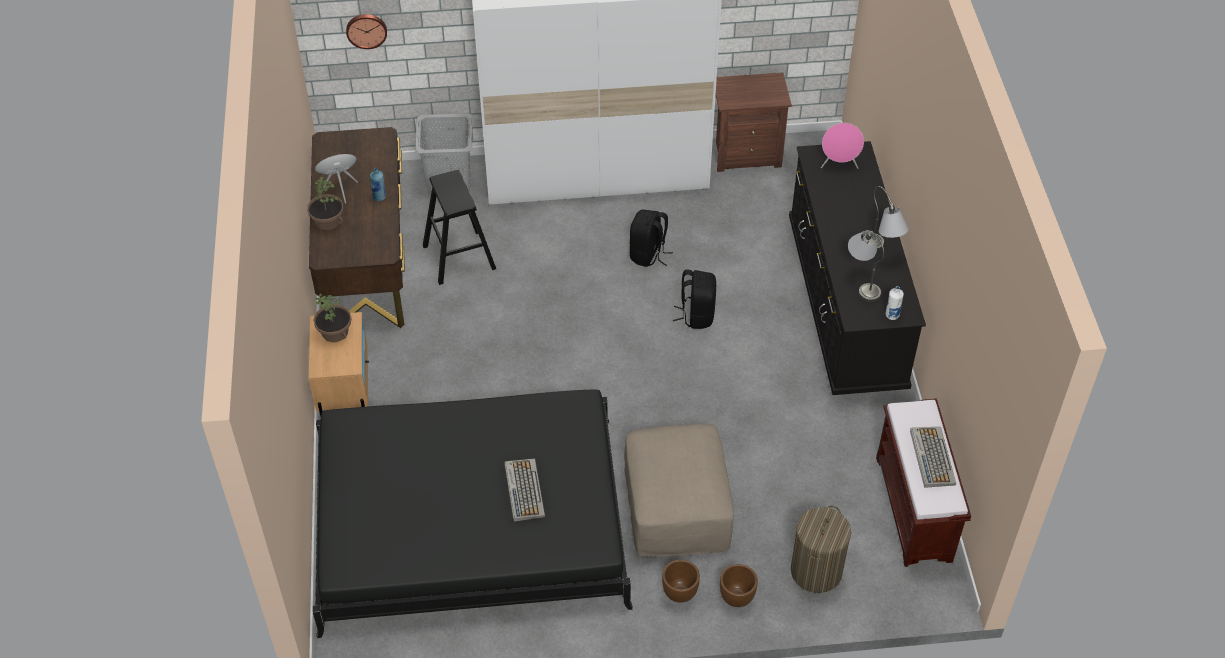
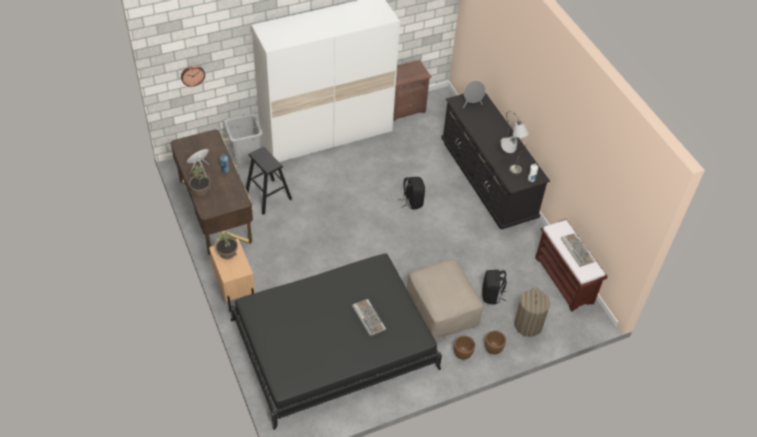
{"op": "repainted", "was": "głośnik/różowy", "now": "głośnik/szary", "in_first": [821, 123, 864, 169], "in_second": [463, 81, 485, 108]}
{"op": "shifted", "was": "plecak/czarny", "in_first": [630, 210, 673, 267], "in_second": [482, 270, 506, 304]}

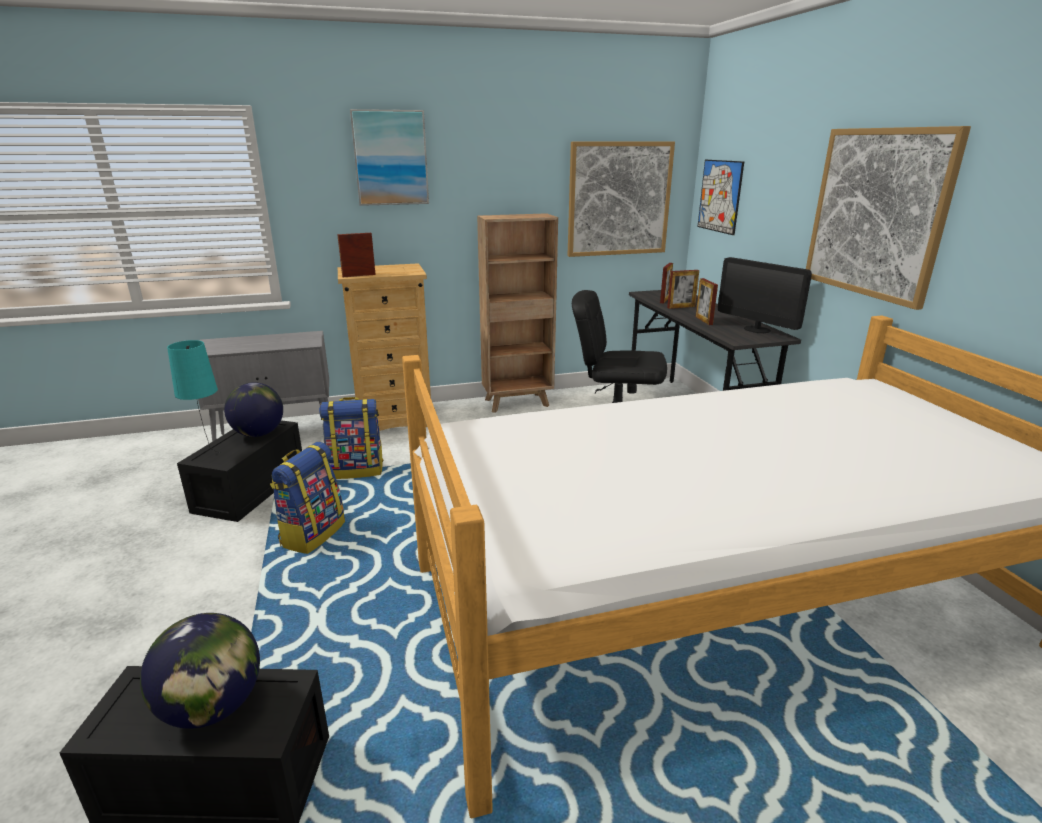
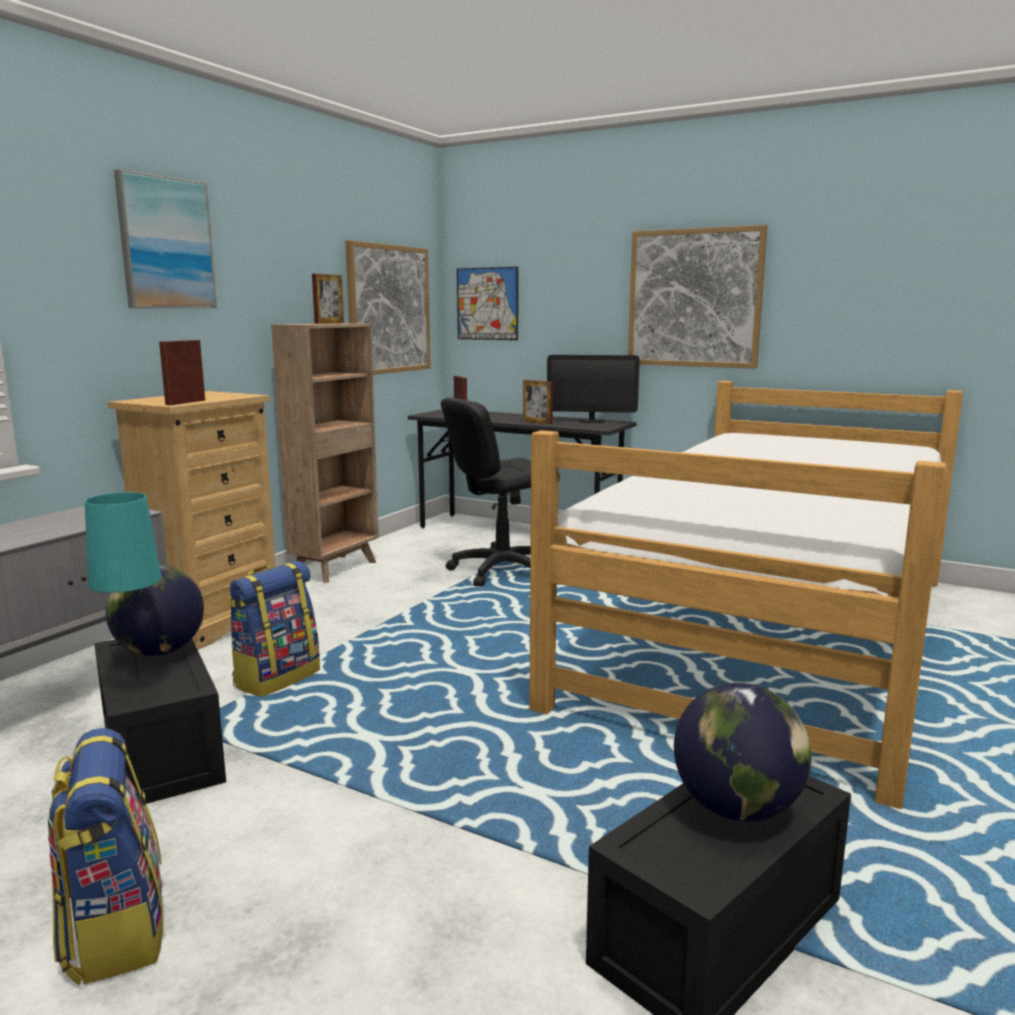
{"op": "shifted", "was": "ramka na zdjęcie", "in_first": [667, 270, 699, 309], "in_second": [312, 274, 344, 324]}
{"op": "shifted", "was": "plecak", "in_first": [270, 442, 345, 554], "in_second": [47, 728, 163, 986]}

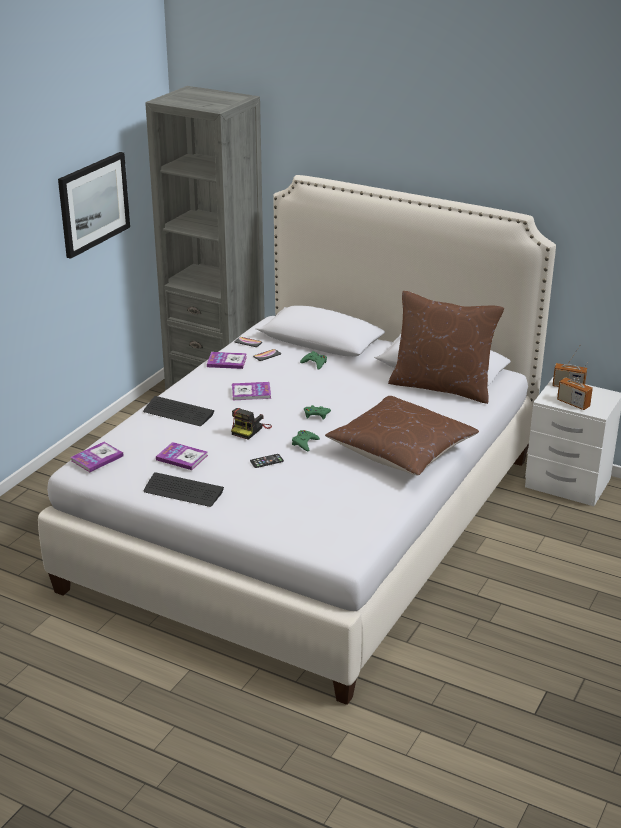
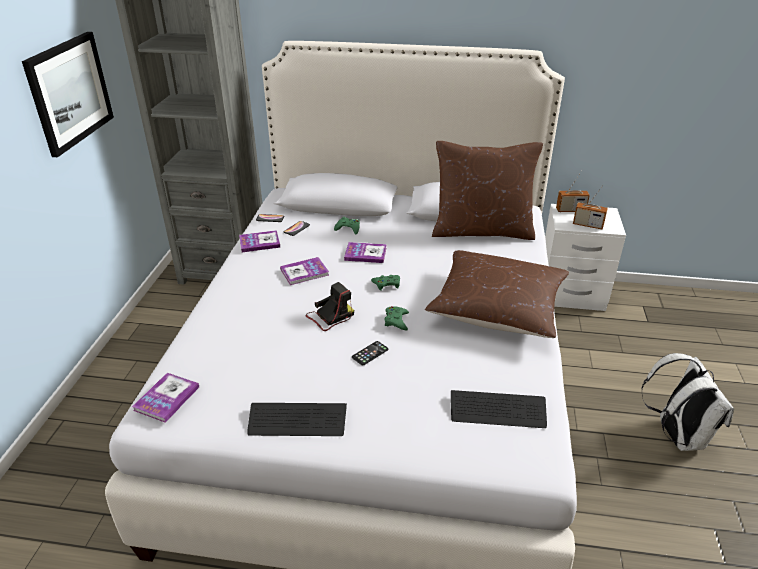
{"op": "shifted", "was": "klawiatura", "in_first": [143, 396, 215, 426], "in_second": [451, 390, 547, 428]}
{"op": "rotated", "was": "aparat fotograficzny", "in_first": [231, 408, 272, 440], "in_second": [306, 282, 354, 331], "clockwise": -135}
{"op": "shifted", "was": "książka", "in_first": [156, 442, 208, 470], "in_second": [344, 242, 387, 263]}
{"op": "new", "now": "plecak/biały", "in_second": [641, 353, 734, 451]}

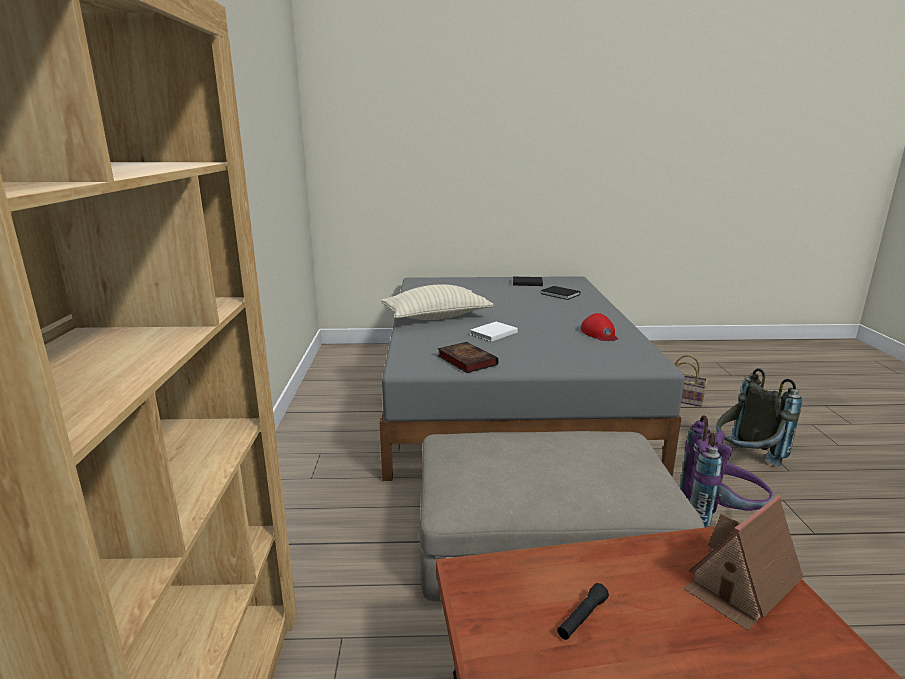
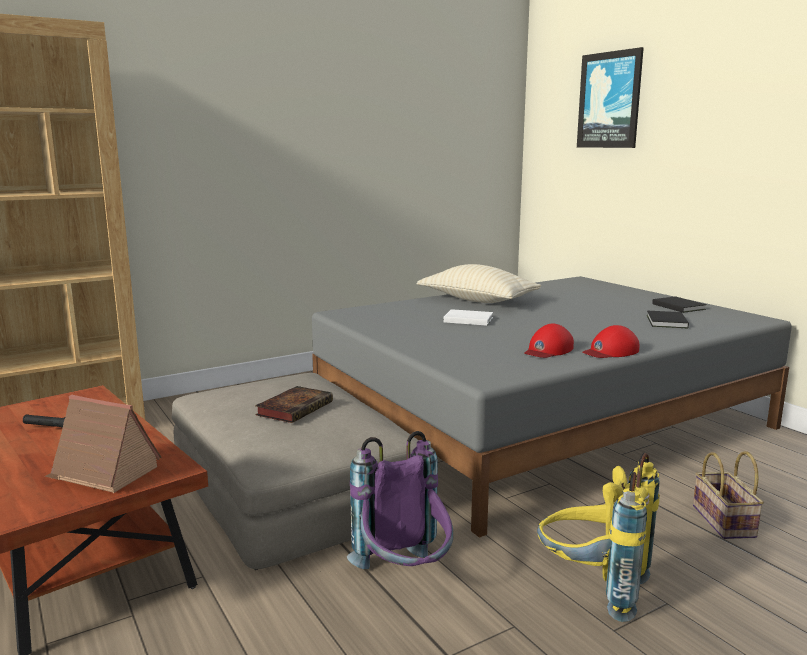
{"op": "shifted", "was": "książka", "in_first": [437, 342, 498, 373], "in_second": [255, 386, 333, 423]}
{"op": "repainted", "was": "plecak/szary", "now": "plecak/żółty", "in_first": [716, 368, 802, 467], "in_second": [537, 453, 660, 622]}
{"op": "new", "now": "obraz", "in_second": [577, 47, 644, 148]}
{"op": "new", "now": "czapka z daszkiem/czerwony", "in_second": [583, 325, 639, 358]}

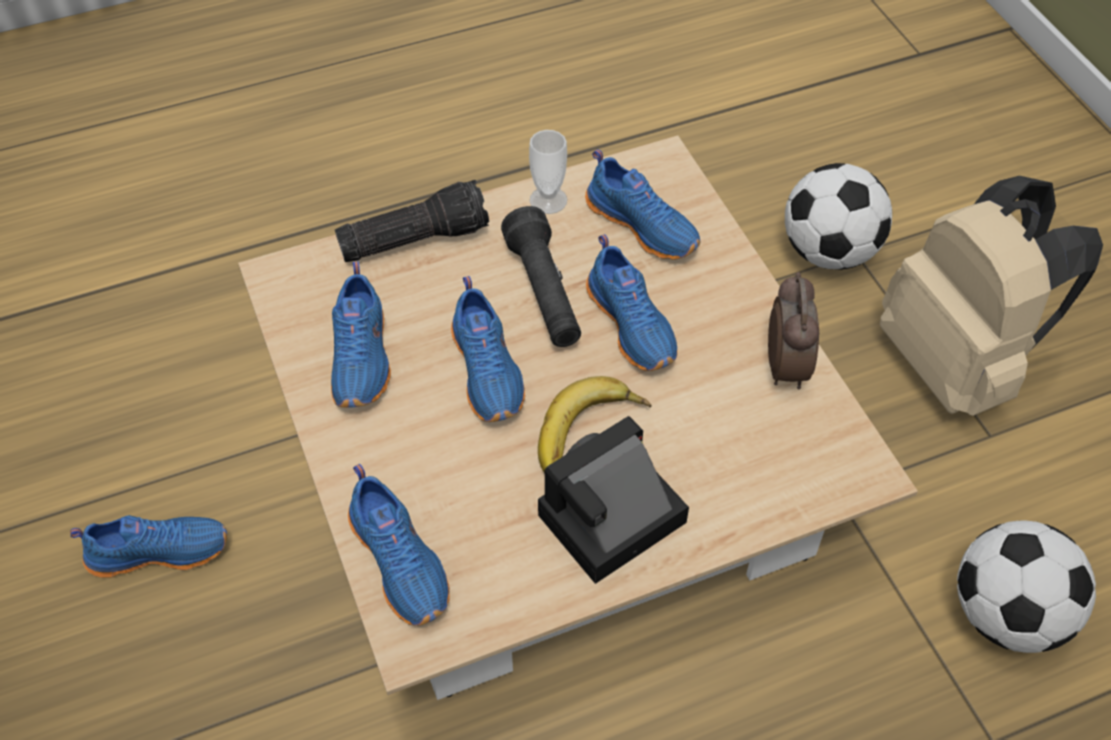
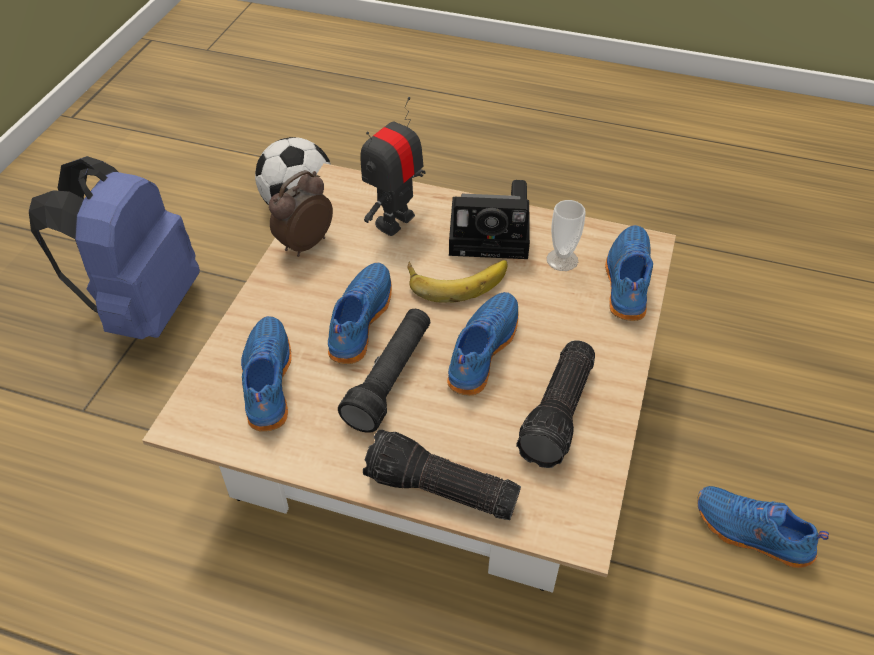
{"op": "shifted", "was": "filiżanka", "in_first": [529, 130, 567, 214], "in_second": [547, 200, 586, 271]}
{"op": "gone", "was": "piłka futbolowa", "in_first": [785, 163, 892, 270]}
{"op": "repainted", "was": "plecak/beżowy", "now": "plecak/niebieski", "in_first": [880, 176, 1103, 416], "in_second": [29, 156, 200, 339]}
{"op": "swapped", "was": "but/niebieski", "now": "latarka", "in_first": [331, 261, 391, 408], "in_second": [516, 340, 595, 468]}
{"op": "new", "now": "robot zabawkowy", "in_second": [360, 97, 426, 236]}

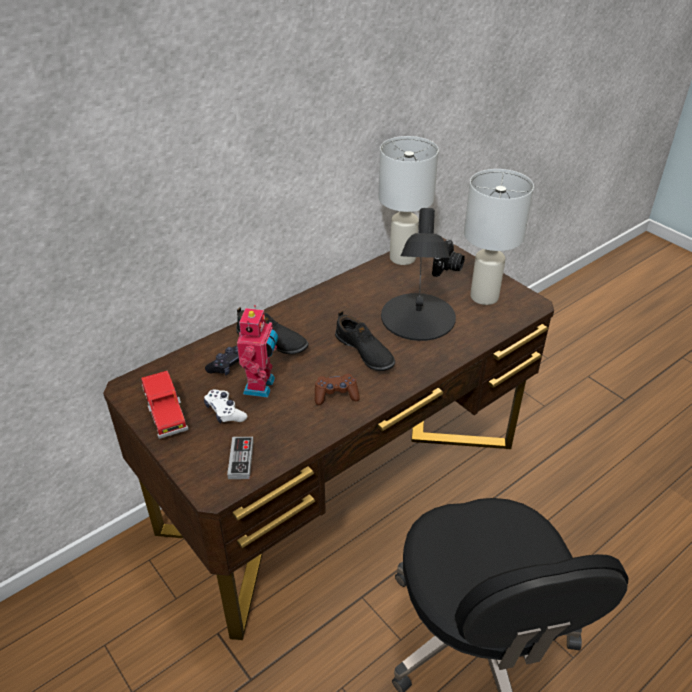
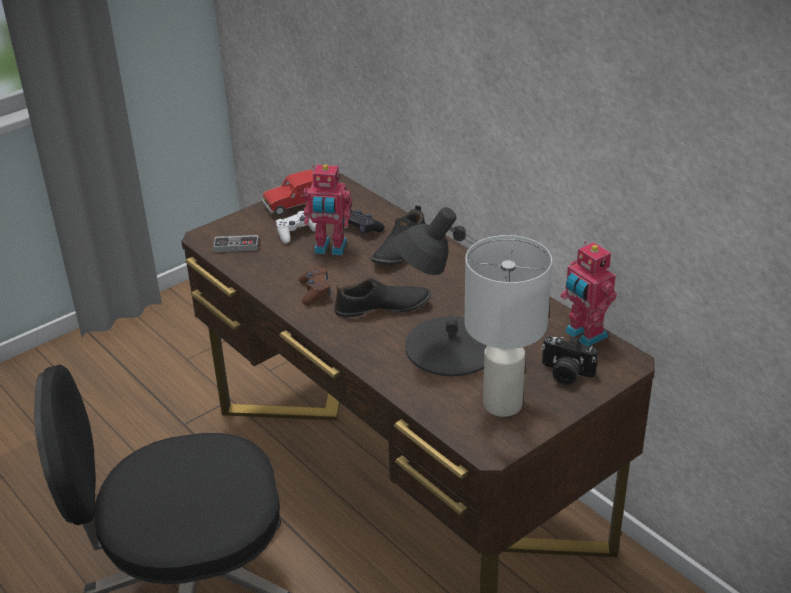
{"op": "swapped", "was": "lampa stołowa/biały", "now": "robot zabawkowy", "in_first": [379, 136, 439, 265], "in_second": [560, 241, 617, 346]}
{"op": "rotated", "was": "but/czarny", "in_first": [335, 311, 395, 371], "in_second": [334, 278, 431, 317], "clockwise": -150}

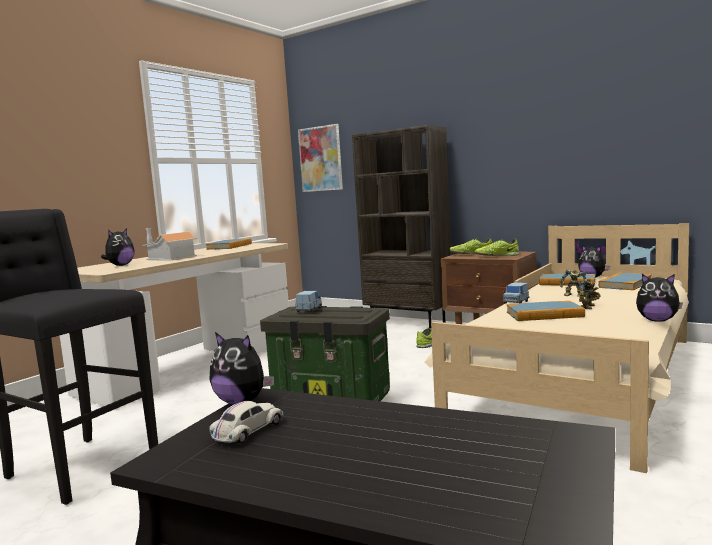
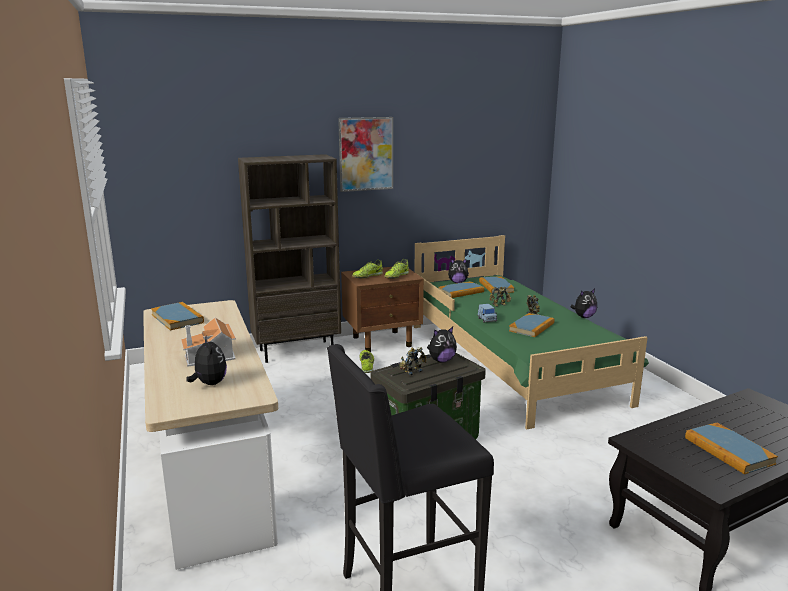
{"op": "shifted", "was": "obraz", "in_first": [298, 124, 343, 192], "in_second": [338, 117, 393, 192]}
{"op": "repainted", "was": "łóżko/beżowy", "now": "łóżko/zielony", "in_first": [425, 223, 689, 473], "in_second": [414, 235, 649, 429]}
{"op": "swapped", "was": "samochodzik/niebieski", "now": "robot zabawkowy", "in_first": [295, 291, 322, 312], "in_second": [399, 347, 427, 375]}
{"op": "shifted", "was": "pluszak", "in_first": [210, 332, 274, 405], "in_second": [427, 327, 457, 363]}
{"op": "gone", "was": "samochodzik/biały", "in_first": [209, 401, 284, 444]}
{"op": "new", "now": "książka", "in_second": [685, 423, 778, 474]}

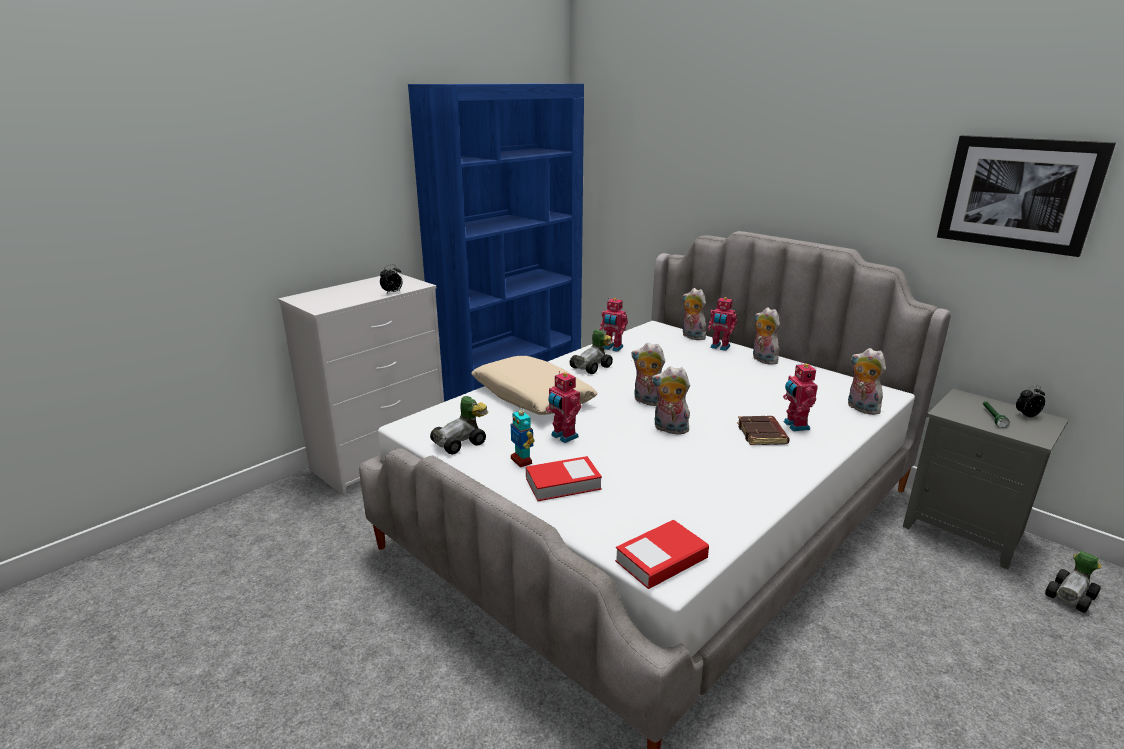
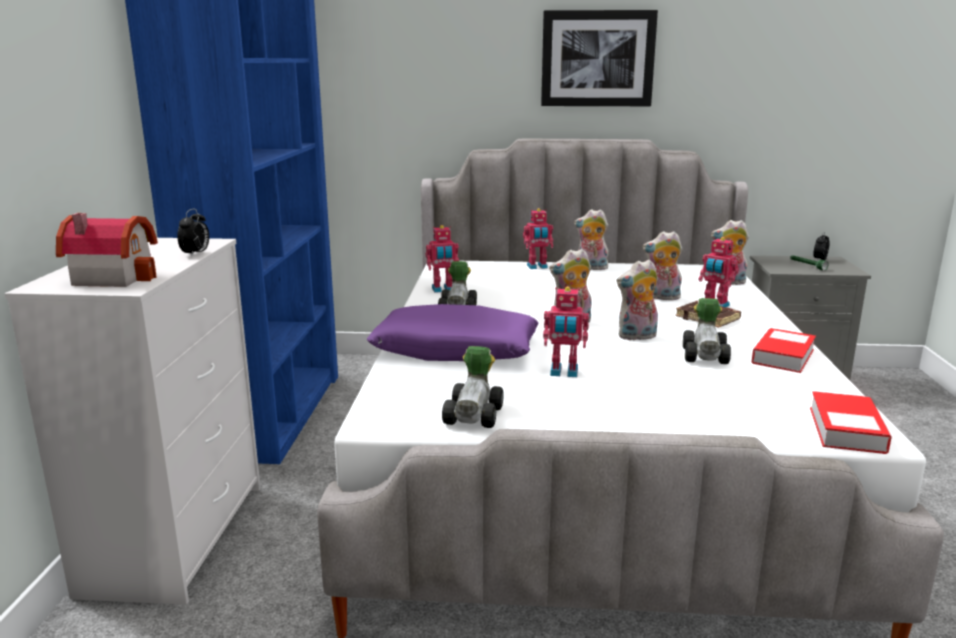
{"op": "shifted", "was": "obraz", "in_first": [937, 135, 1116, 257], "in_second": [541, 10, 658, 106]}
{"op": "shifted", "was": "pluszak", "in_first": [682, 288, 706, 340], "in_second": [643, 231, 683, 300]}
{"op": "repainted", "was": "poduszka/beżowy", "now": "poduszka/fioletowy", "in_first": [471, 356, 598, 415], "in_second": [367, 304, 538, 361]}
{"op": "gone", "was": "robot zabawkowy", "in_first": [511, 408, 535, 467]}
{"op": "shifted", "was": "książka", "in_first": [526, 456, 602, 501], "in_second": [752, 328, 816, 373]}
{"op": "shifted", "was": "samochodzik", "in_first": [1045, 551, 1101, 613], "in_second": [683, 298, 731, 364]}
{"op": "new", "now": "domek", "in_second": [56, 213, 158, 287]}

